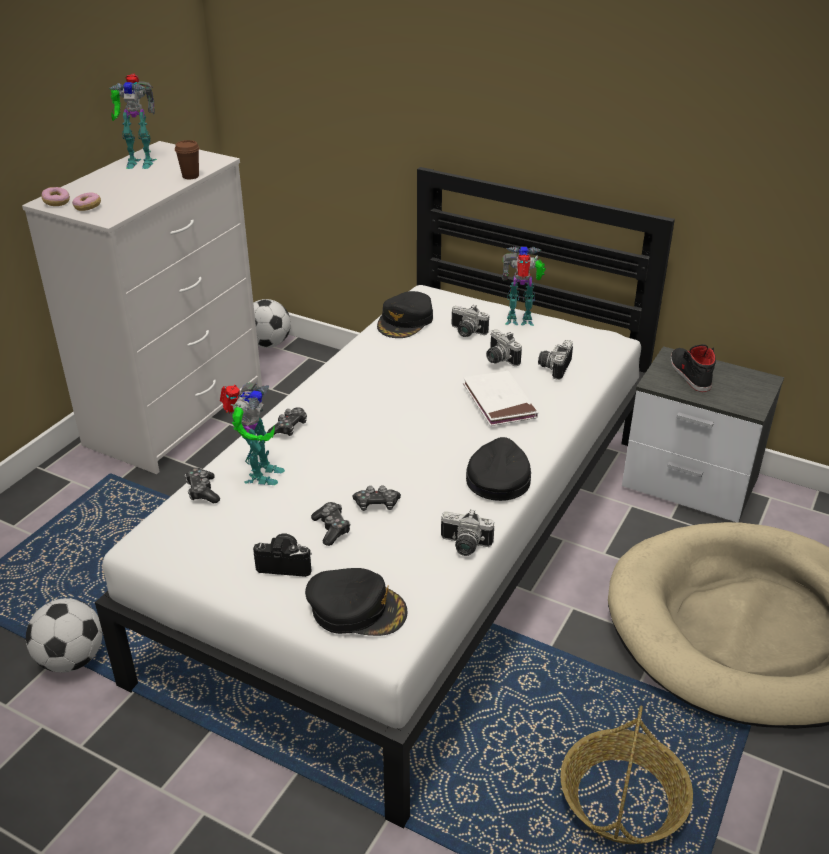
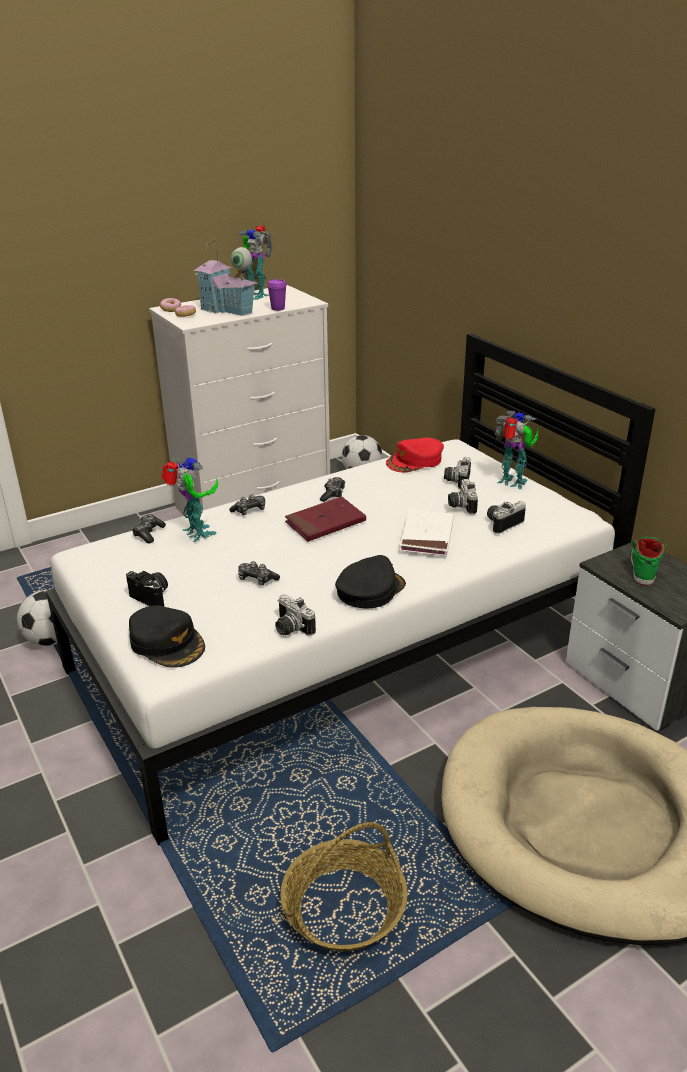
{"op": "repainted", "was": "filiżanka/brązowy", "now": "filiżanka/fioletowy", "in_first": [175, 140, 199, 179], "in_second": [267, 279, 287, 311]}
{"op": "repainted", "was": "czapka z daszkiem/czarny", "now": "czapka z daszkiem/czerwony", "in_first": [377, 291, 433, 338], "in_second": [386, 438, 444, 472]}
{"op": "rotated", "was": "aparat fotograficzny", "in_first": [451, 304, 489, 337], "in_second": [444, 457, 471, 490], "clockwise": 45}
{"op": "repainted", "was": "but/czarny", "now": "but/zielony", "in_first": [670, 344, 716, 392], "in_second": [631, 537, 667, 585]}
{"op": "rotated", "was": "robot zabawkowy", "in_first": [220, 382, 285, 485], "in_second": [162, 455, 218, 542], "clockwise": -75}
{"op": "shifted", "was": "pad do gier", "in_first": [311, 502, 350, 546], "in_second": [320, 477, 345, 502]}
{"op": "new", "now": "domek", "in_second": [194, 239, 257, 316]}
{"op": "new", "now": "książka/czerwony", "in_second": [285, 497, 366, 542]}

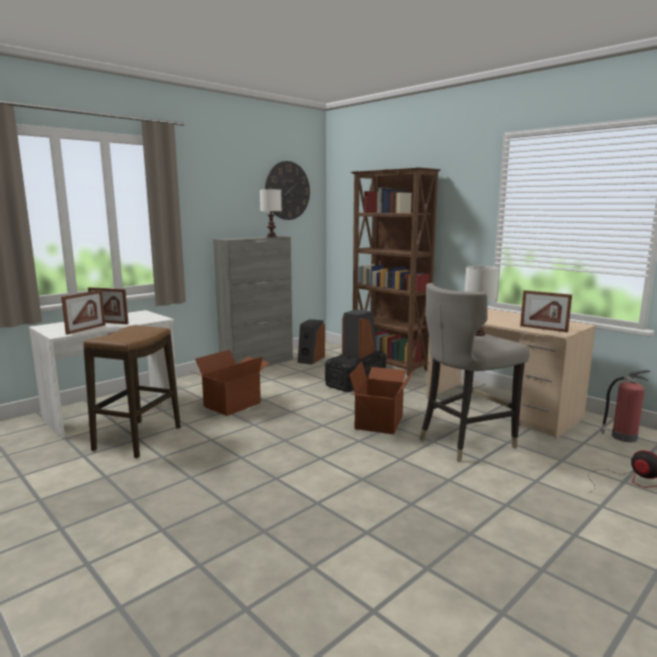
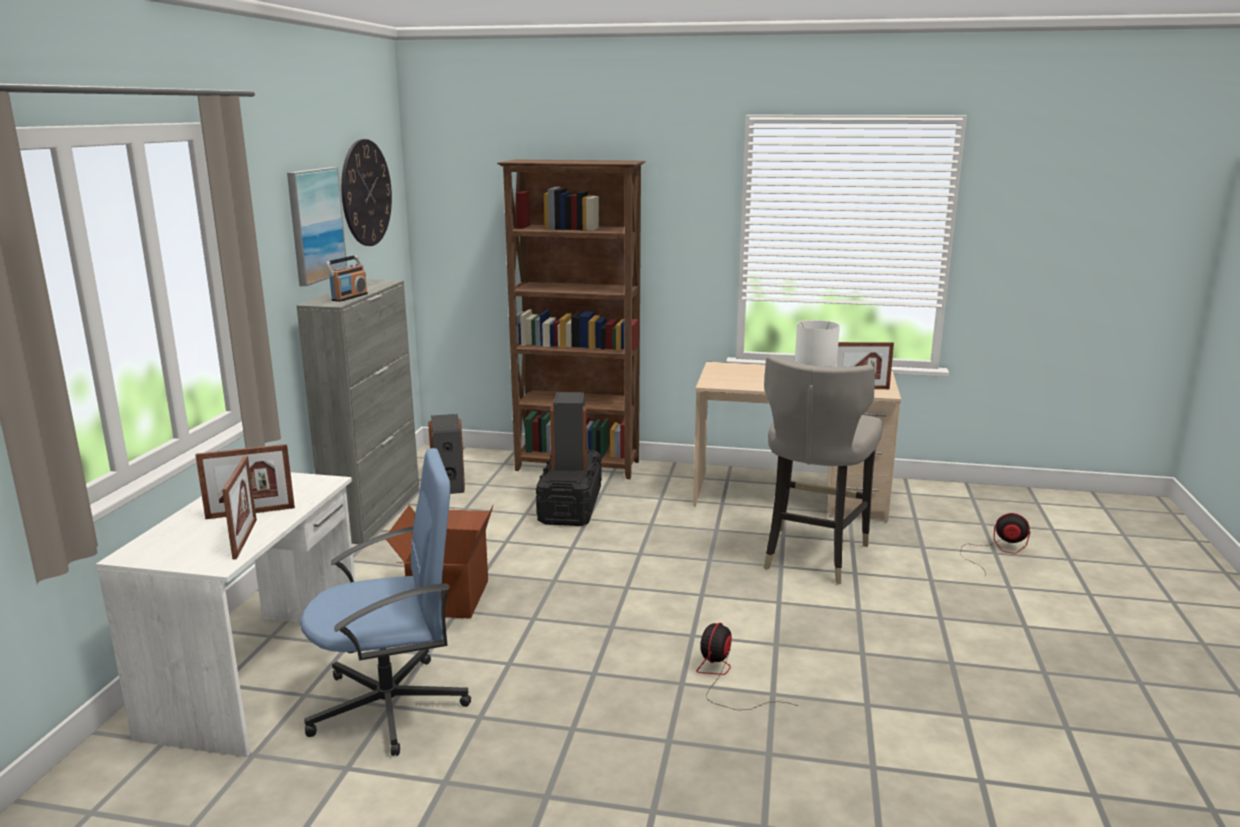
{"op": "gone", "was": "lampa stołowa/biały", "in_first": [260, 189, 282, 237]}
{"op": "swapped", "was": "stołek", "now": "krzesło biurowe/niebieski", "in_first": [83, 325, 181, 458], "in_second": [300, 448, 471, 756]}
{"op": "gone", "was": "karton", "in_first": [349, 362, 415, 434]}
{"op": "gone", "was": "gaśnica", "in_first": [601, 369, 650, 442]}
{"op": "new", "now": "obraz", "in_second": [287, 167, 347, 286]}
{"op": "new", "now": "radio", "in_second": [324, 255, 368, 302]}
{"op": "new", "now": "wentylator", "in_second": [697, 623, 798, 710]}

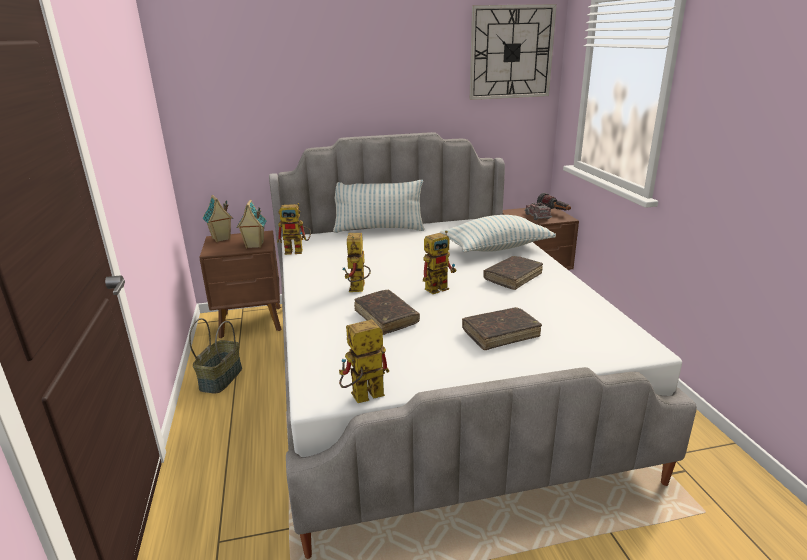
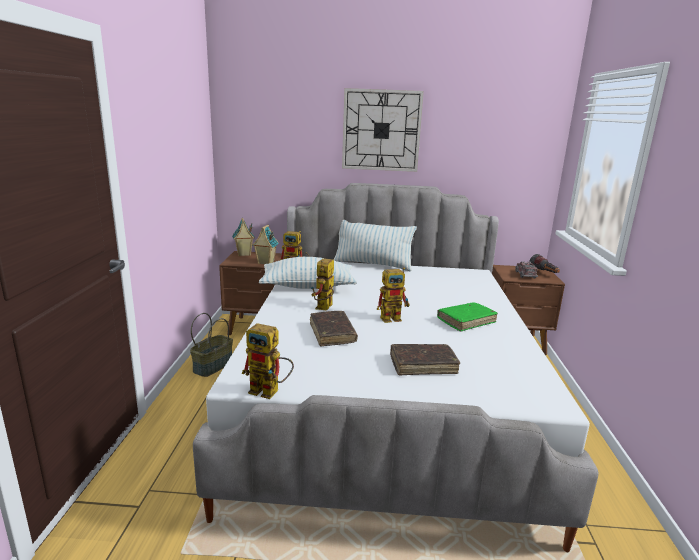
{"op": "shifted", "was": "zegar ścienny", "in_first": [469, 4, 557, 100], "in_second": [342, 88, 424, 172]}
{"op": "shifted", "was": "poduszka", "in_first": [440, 215, 556, 252], "in_second": [259, 257, 357, 289]}
{"op": "repainted", "was": "książka/brązowy", "now": "książka/zielony", "in_first": [483, 256, 543, 290], "in_second": [437, 302, 498, 332]}
{"op": "rotated", "was": "robot zabawkowy", "in_first": [339, 320, 389, 403], "in_second": [242, 323, 294, 399], "clockwise": -150}

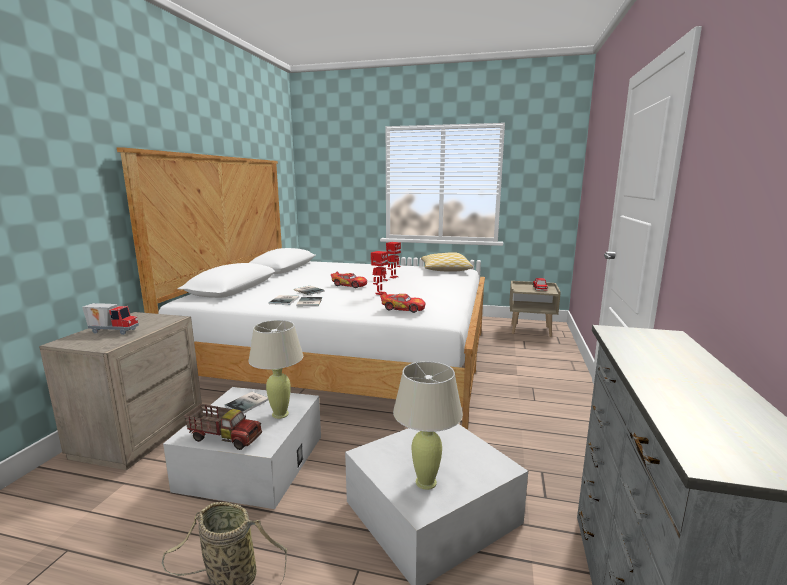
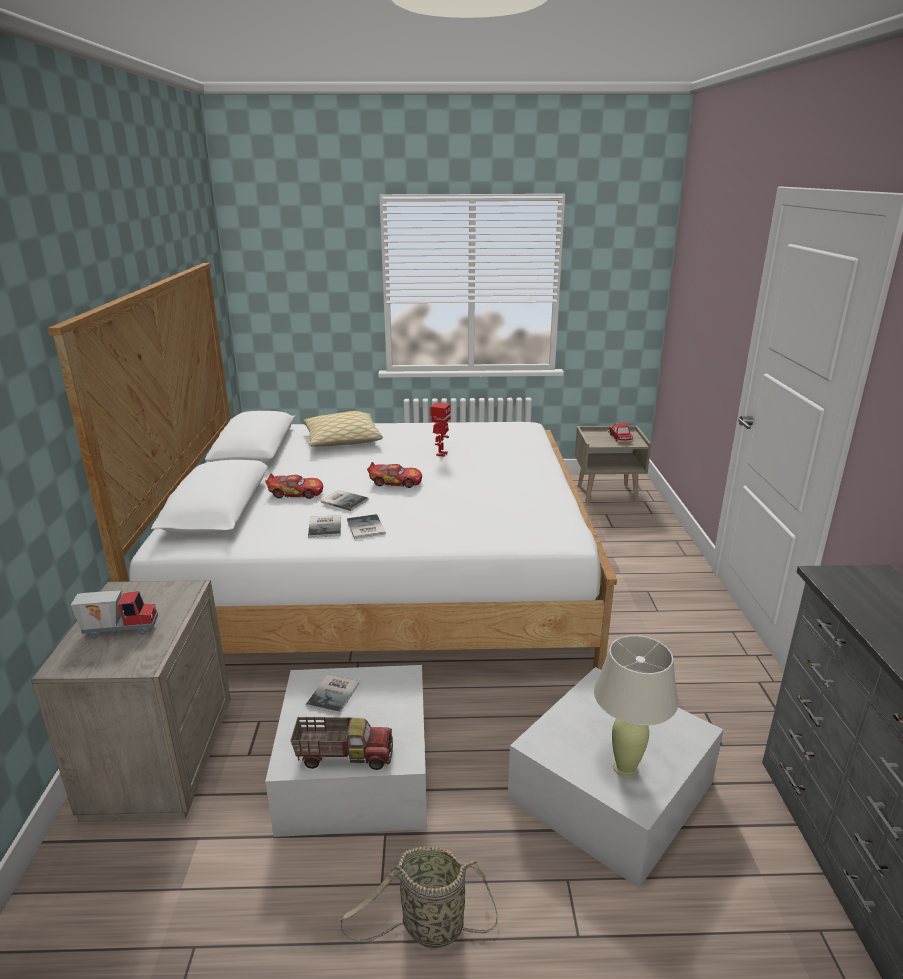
{"op": "gone", "was": "robot zabawkowy", "in_first": [371, 251, 388, 295]}
{"op": "shifted", "was": "poduszka", "in_first": [421, 252, 473, 272], "in_second": [303, 411, 383, 447]}
{"op": "shifted", "was": "samochodzik", "in_first": [380, 292, 426, 313], "in_second": [265, 474, 323, 499]}
{"op": "gone", "was": "lampa stołowa/beżowy", "in_first": [248, 320, 303, 419]}

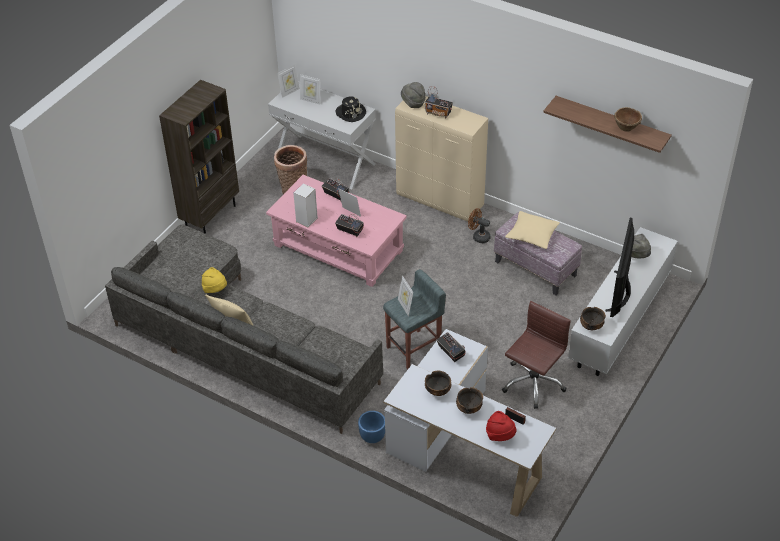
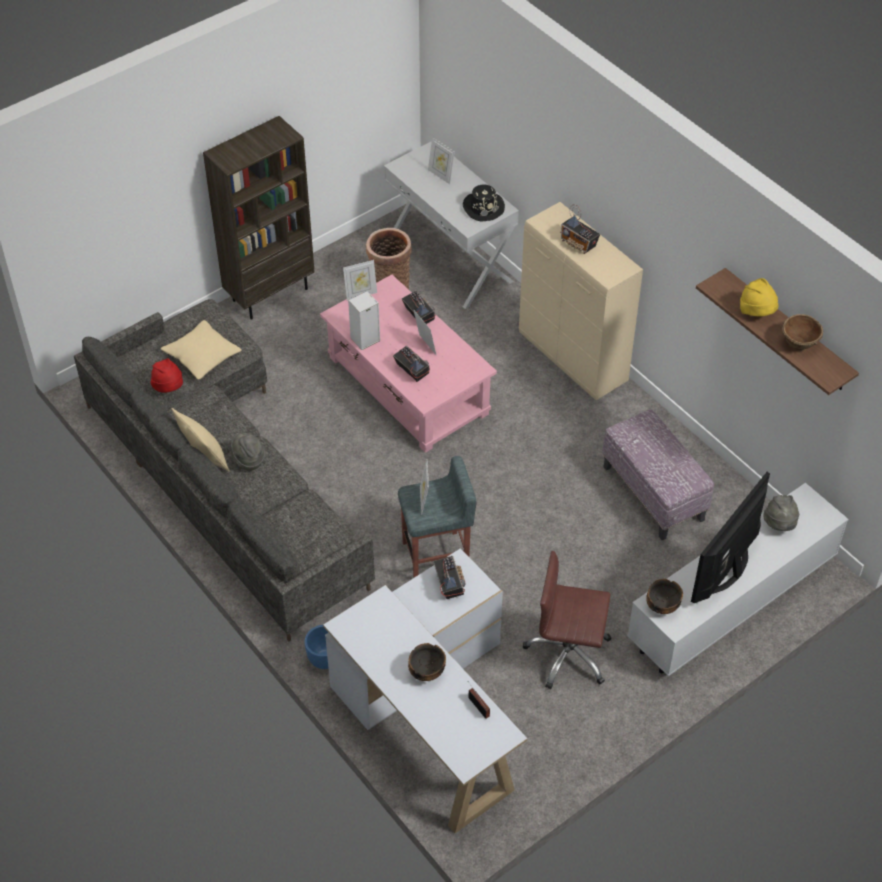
{"op": "shifted", "was": "ramka na zdjęcie", "in_first": [277, 65, 300, 98], "in_second": [343, 260, 377, 301]}
{"op": "shifted", "was": "kapelusz/szary", "in_first": [401, 82, 426, 108], "in_second": [230, 433, 265, 471]}
{"op": "gone", "was": "wentylator/brązowy", "in_first": [468, 208, 491, 243]}
{"op": "shifted", "was": "poduszka/beżowy", "in_first": [505, 211, 560, 249], "in_second": [161, 320, 242, 380]}
{"op": "shifted", "was": "kapelusz/żółty", "in_first": [202, 267, 227, 293], "in_second": [740, 278, 779, 316]}
{"op": "rotated", "was": "krzesło biurowe/brązowy", "in_first": [502, 301, 571, 409], "in_second": [523, 551, 612, 689], "clockwise": -135}
{"op": "gone", "was": "miska", "in_first": [425, 370, 451, 396]}
{"op": "shifted", "was": "kapelusz/czerwony", "in_first": [486, 411, 517, 441], "in_second": [150, 358, 183, 393]}

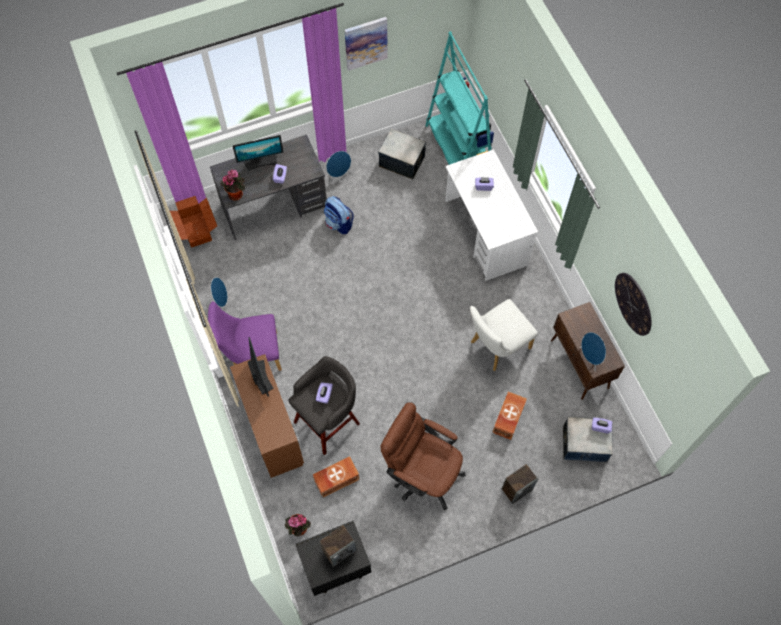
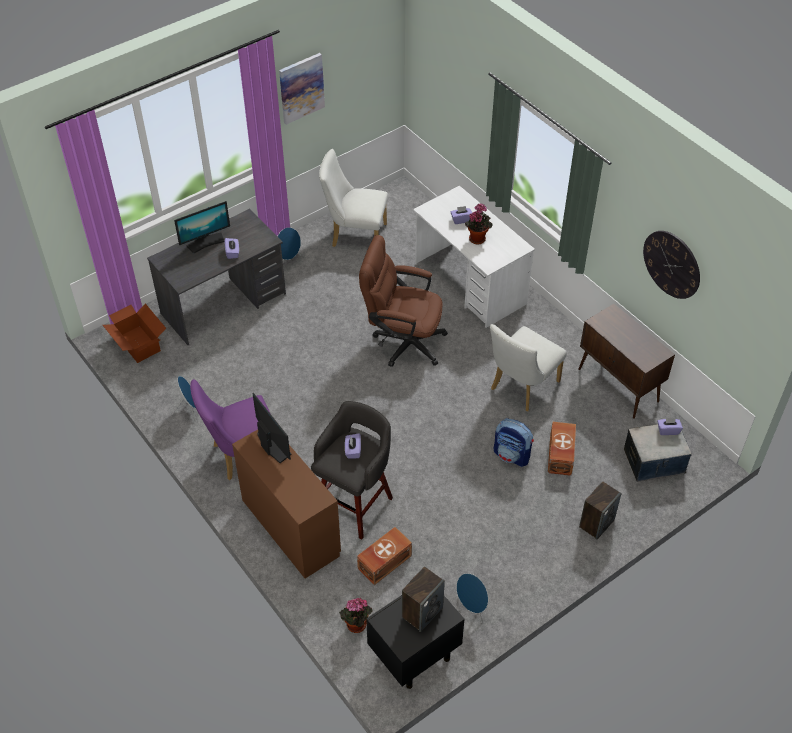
{"op": "gone", "was": "regał/turkusowy", "in_first": [425, 31, 494, 165]}
{"op": "swapped", "was": "pojemnik do przechowywania", "now": "krzesło/biały", "in_first": [378, 129, 426, 180], "in_second": [319, 149, 388, 247]}
{"op": "shifted", "was": "roślina doniczkowa", "in_first": [221, 169, 245, 201], "in_second": [465, 203, 493, 245]}
{"op": "shifted", "was": "plecak", "in_first": [324, 196, 354, 234], "in_second": [494, 418, 534, 467]}
{"op": "shifted", "was": "głośnik/niebieski", "in_first": [580, 332, 606, 372], "in_second": [456, 573, 488, 623]}
{"op": "shifted", "was": "krzesło biurowe/brązowy", "in_first": [380, 402, 466, 510], "in_second": [359, 235, 448, 367]}

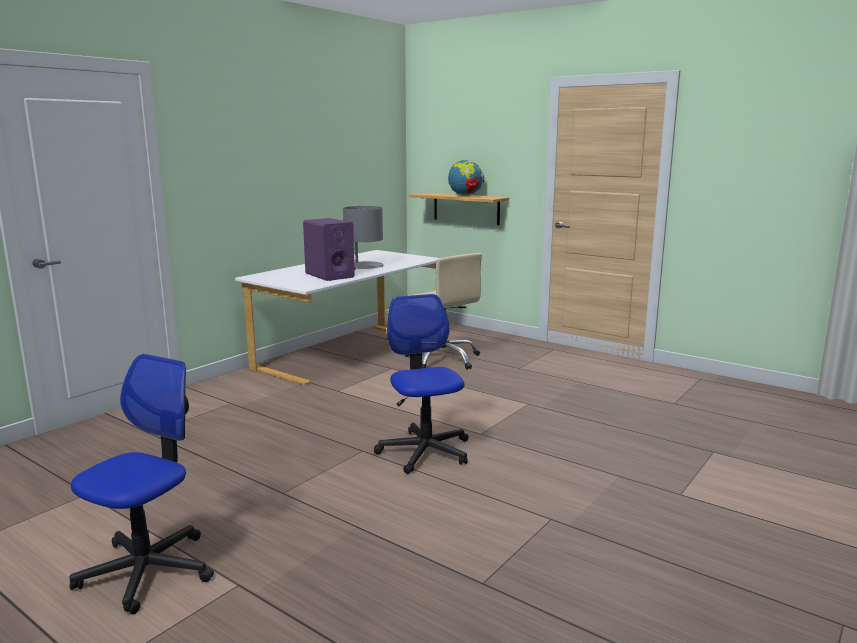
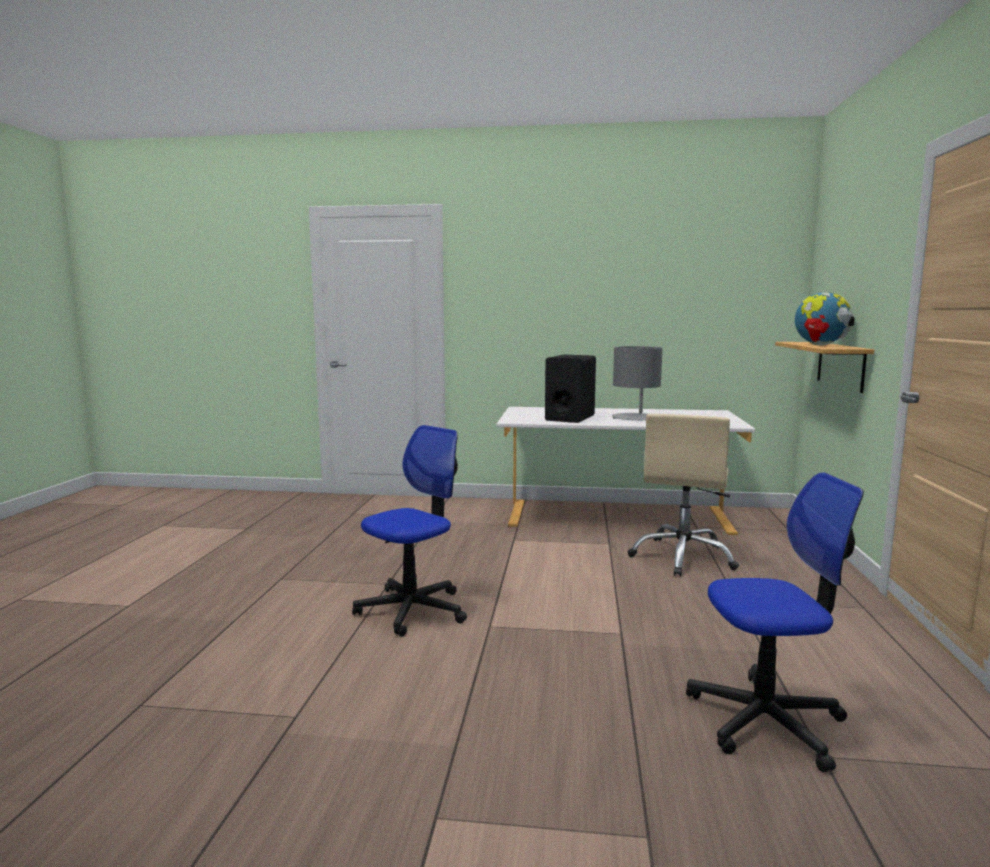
{"op": "repainted", "was": "głośnik/fioletowy", "now": "głośnik/czarny", "in_first": [303, 218, 355, 281], "in_second": [545, 355, 596, 423]}
{"op": "shifted", "was": "krzesło biurowe", "in_first": [70, 354, 214, 614], "in_second": [686, 473, 864, 773]}

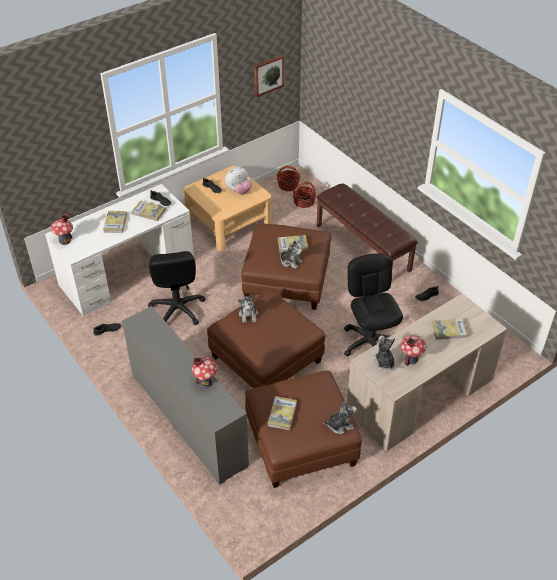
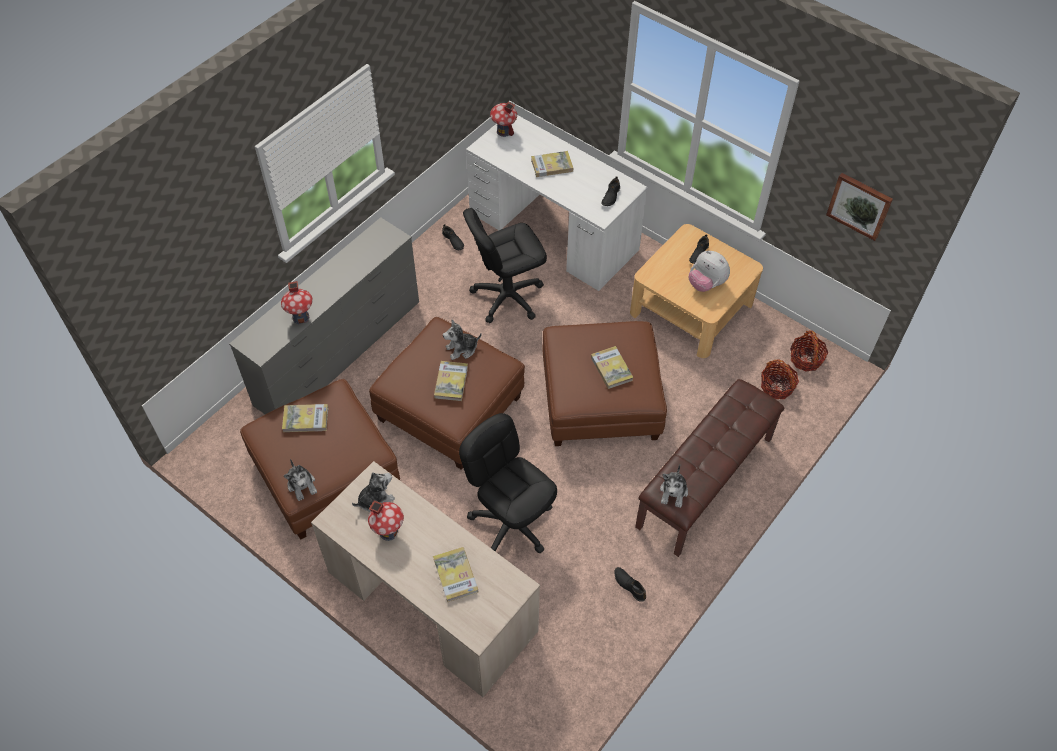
{"op": "shifted", "was": "książka", "in_first": [132, 200, 166, 221], "in_second": [434, 361, 468, 401]}
{"op": "shifted", "was": "pluszak", "in_first": [278, 240, 303, 269], "in_second": [660, 464, 688, 508]}
{"op": "rotated", "was": "krzesło biurowe/czarny", "in_first": [344, 253, 403, 356], "in_second": [459, 413, 557, 554], "clockwise": -105}

